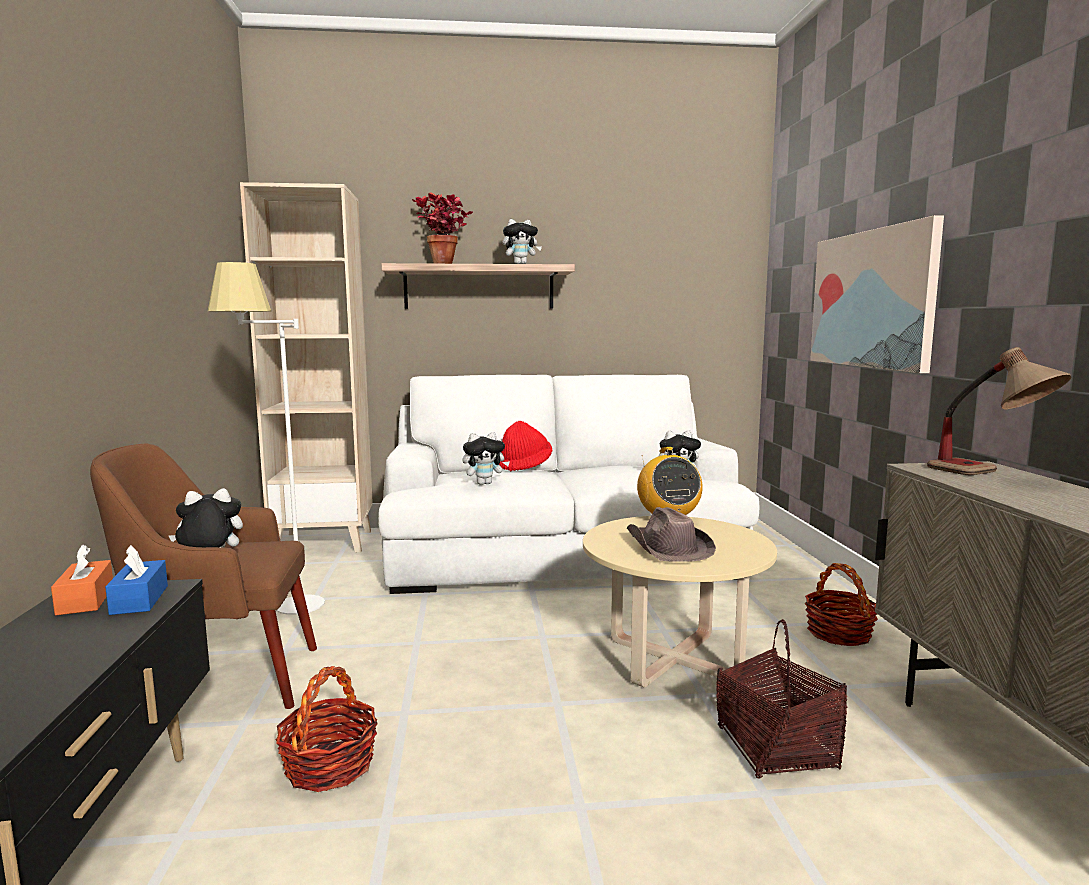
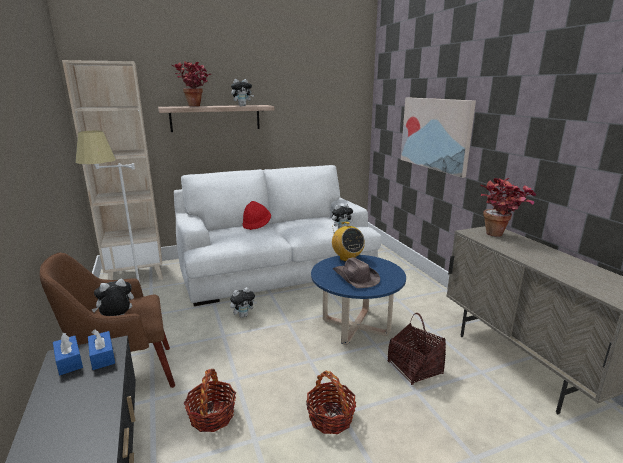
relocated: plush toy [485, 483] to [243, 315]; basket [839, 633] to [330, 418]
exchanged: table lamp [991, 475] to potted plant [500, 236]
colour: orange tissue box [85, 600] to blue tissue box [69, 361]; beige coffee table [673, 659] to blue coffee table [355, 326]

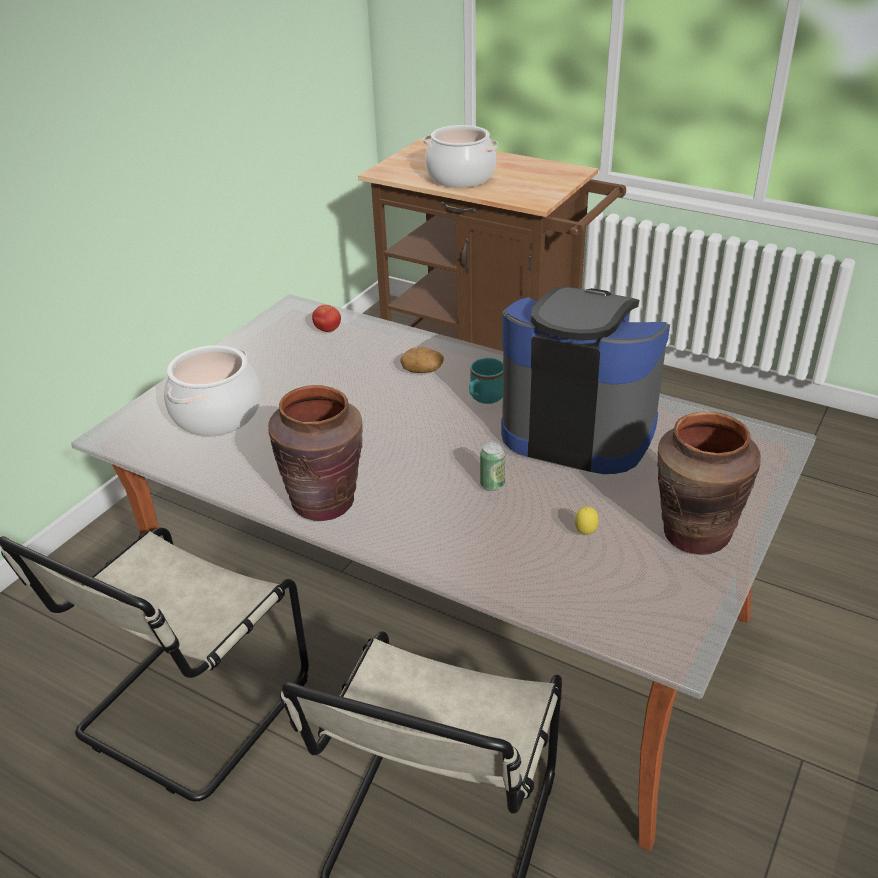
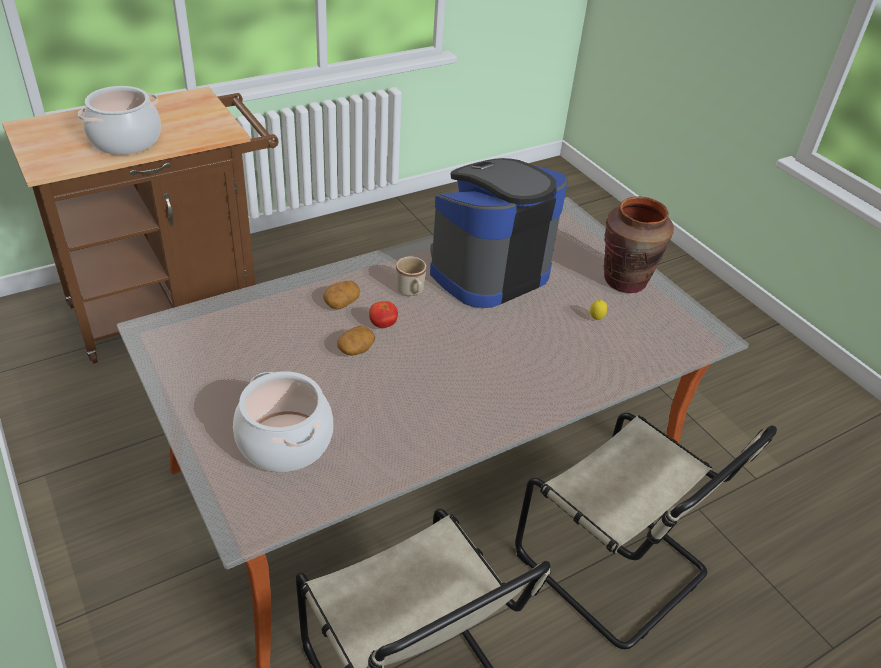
missing: brown vase [324, 502]; can [492, 484]
appeared: potato [356, 349]
relocated: tomato [327, 330] to [383, 324]
colour: turquoise mug [484, 398] to beige mug [411, 291]

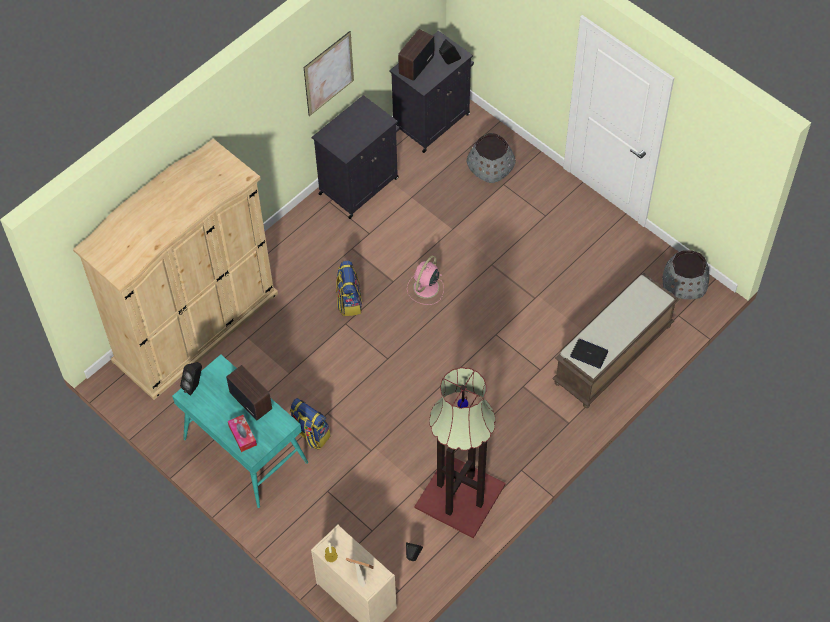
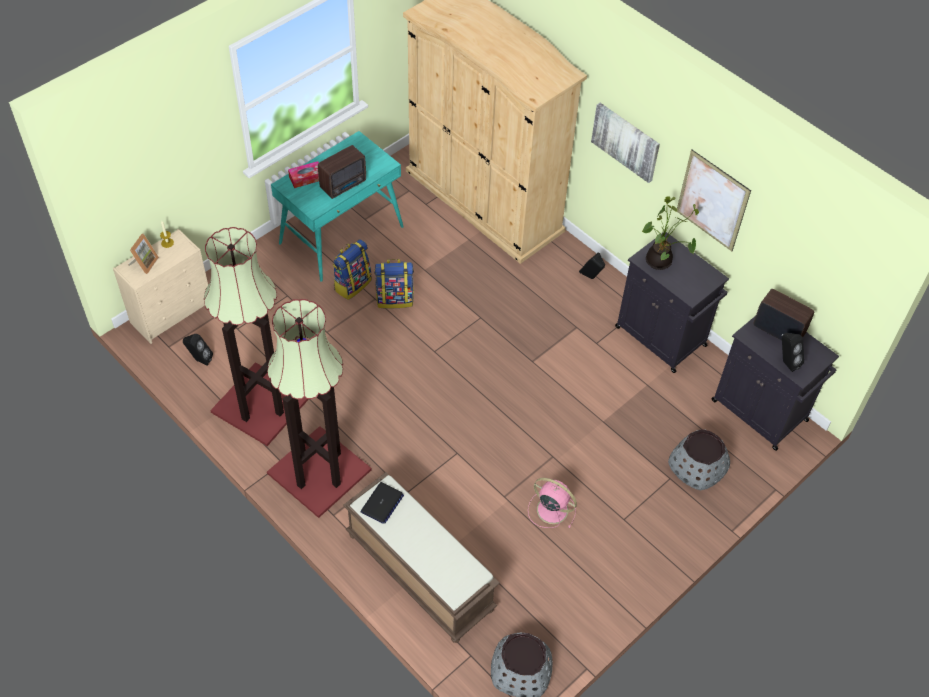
appeared: floor lamp [317, 472]; picture [626, 141]; potted plant [660, 262]
relocated: black speaker [194, 386] to [591, 277]; backpack [349, 301] to [395, 299]; pink fan [425, 288] to [551, 509]

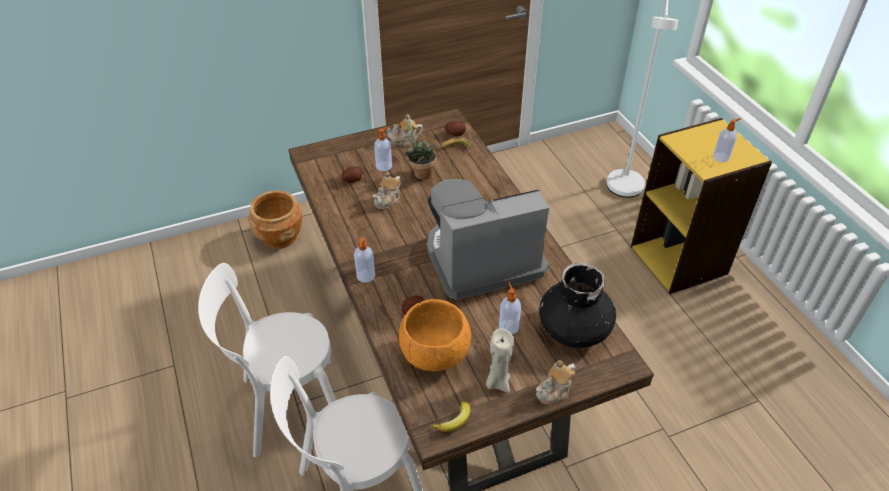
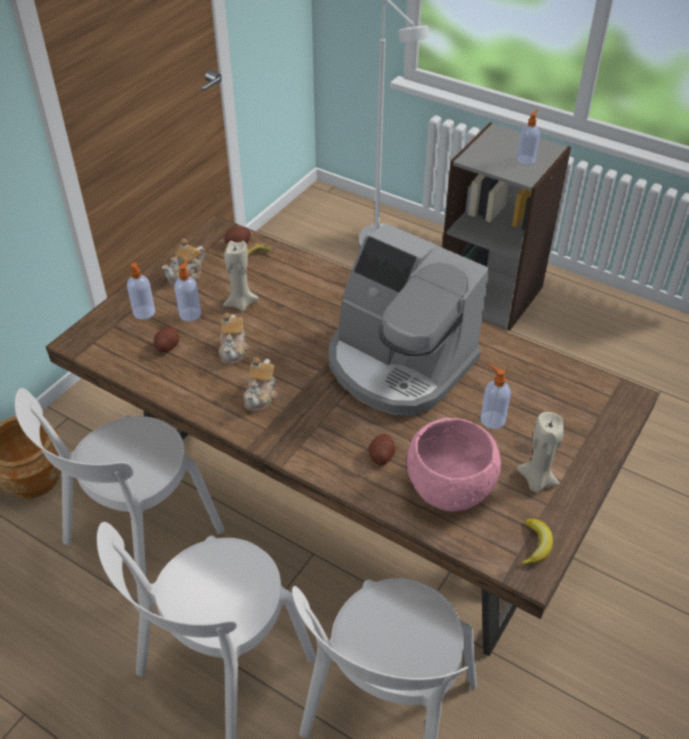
missing: black vase [574, 328]
appeared: white chair [138, 541]
relocated: soap dispenser [365, 276] to [144, 313]; teapot [554, 391] to [261, 396]
exchanged: potted plant [420, 173] to beige candle [240, 303]
colour: orange bowl [434, 354] to pink bowl [448, 489]; yellow bookcase [679, 260] to grey bookcase [491, 293]
spun: coffee machine [481, 259] = [398, 364] 90 degrees counterclockwise

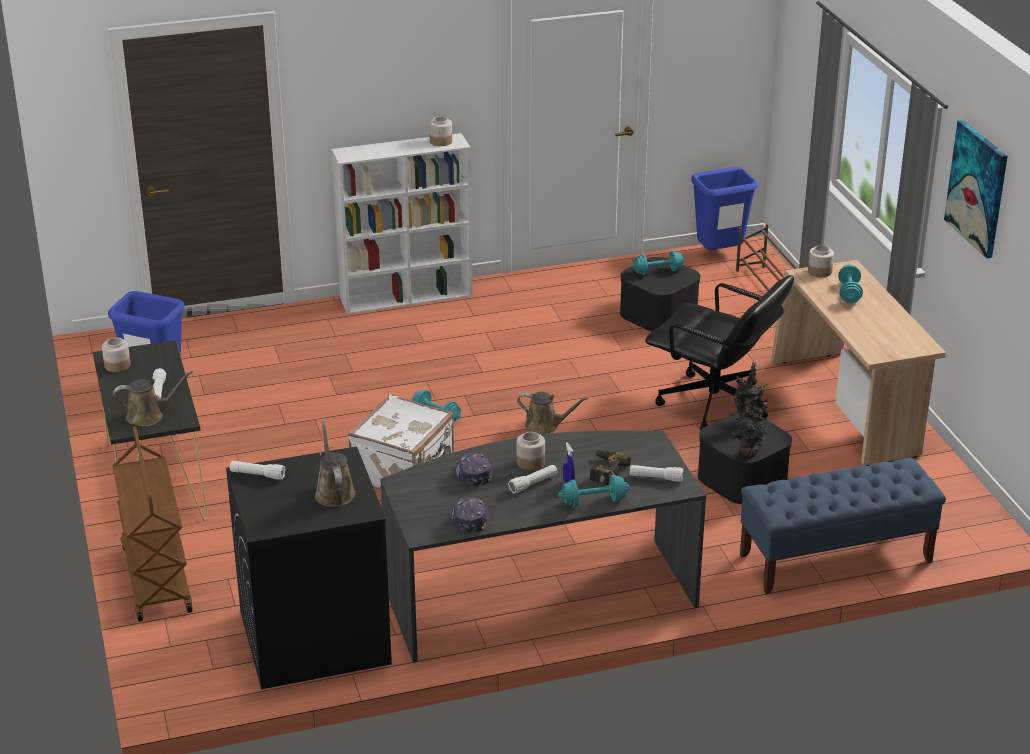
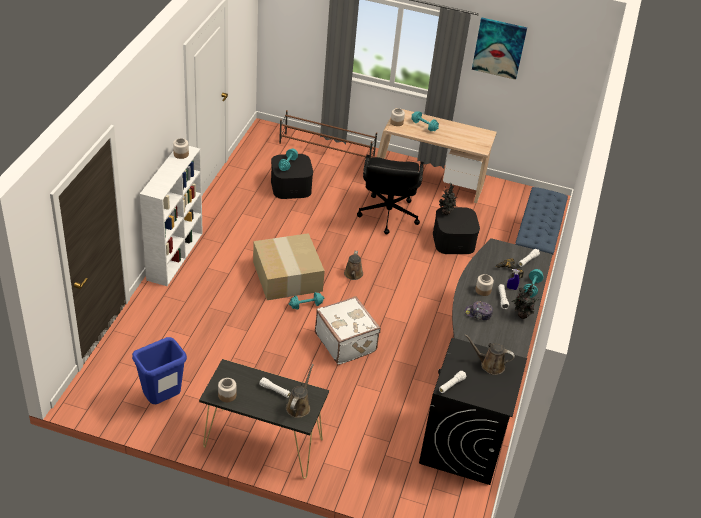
missing: brown cart [155, 578]; cap [469, 520]; blue trash can [718, 255]
appeared: cardboard box [286, 276]
relocated: potted plant [747, 453] to [521, 316]
spun: brown watering can [545, 426] = [353, 275] 135 degrees clockwise; black office chair [714, 404] = [387, 215] 120 degrees clockwise

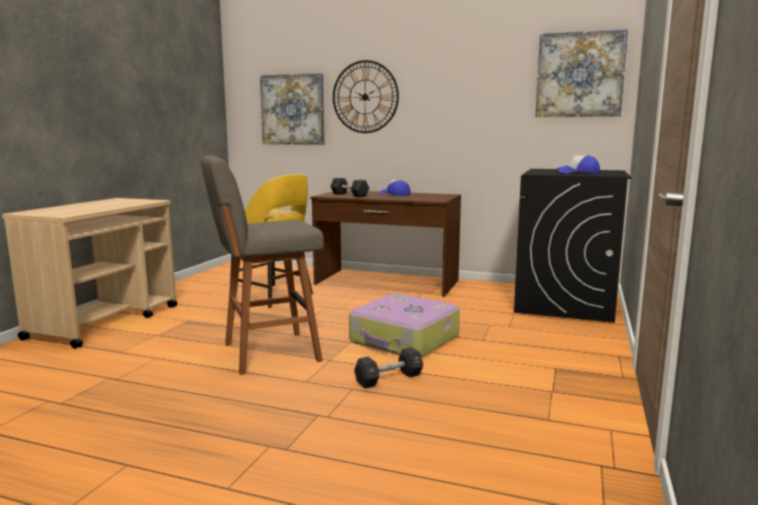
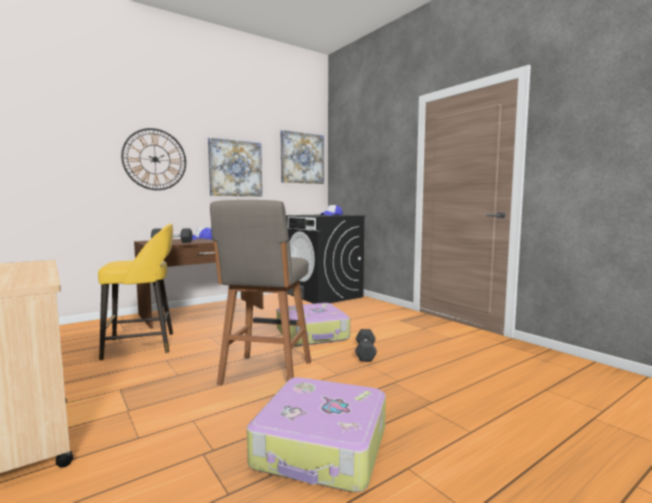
appeared: suitcase [322, 448]
relocated: picture [293, 109] to [235, 168]

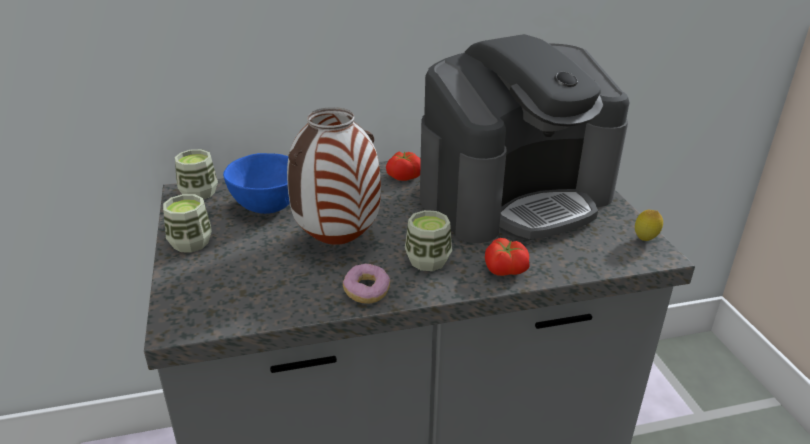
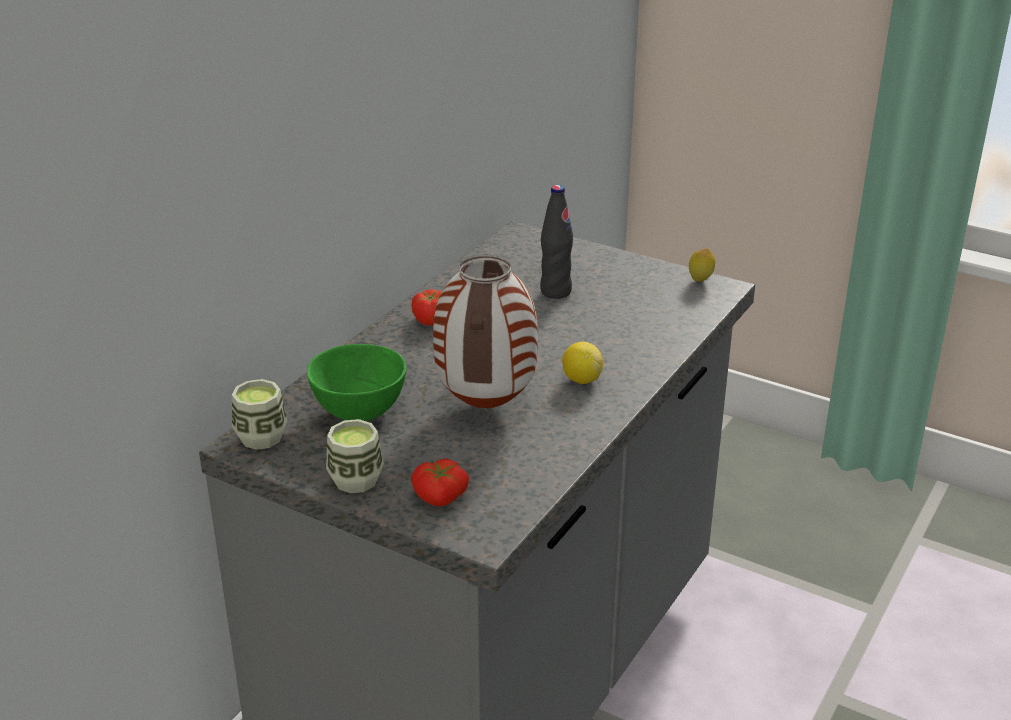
missing: donut [366, 292]
relocated: tomato [504, 270] to [440, 498]
exchanged: cup [428, 260] to lemon [581, 379]; coffee machine [515, 196] to black bottle [555, 291]
colour: blue bowl [266, 206] to green bowl [358, 411]

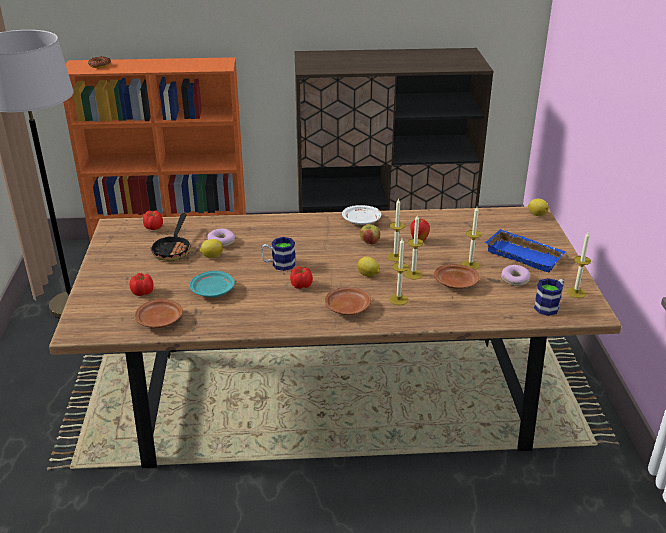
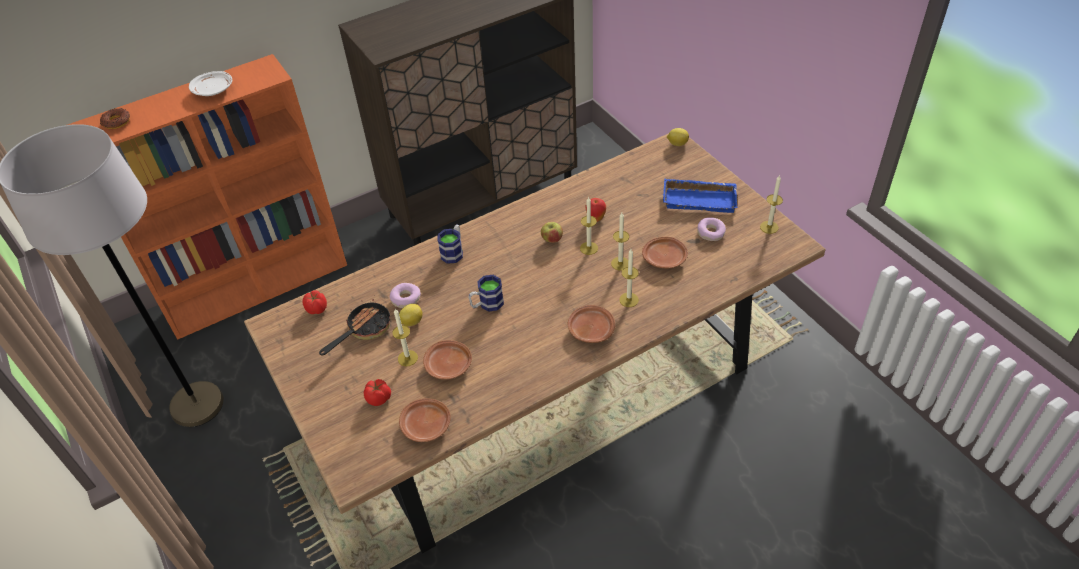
missing: tomato [301, 285]; lemon [368, 275]
relocated: white plate [362, 221] to [214, 90]; candle [470, 265] to [407, 358]; mug [549, 306] to [454, 251]
colour: turquoise plate [213, 291] to brown plate [449, 366]
spun: frying pan [173, 249] = [364, 330] 120 degrees counterclockwise

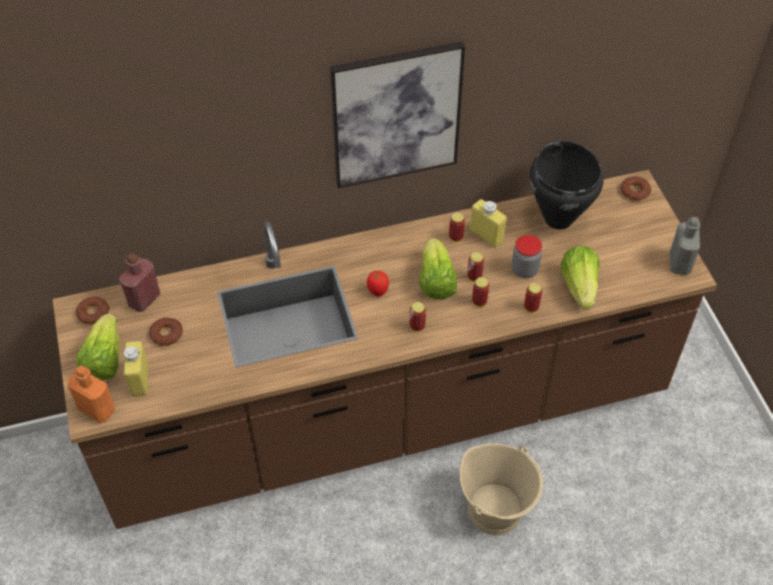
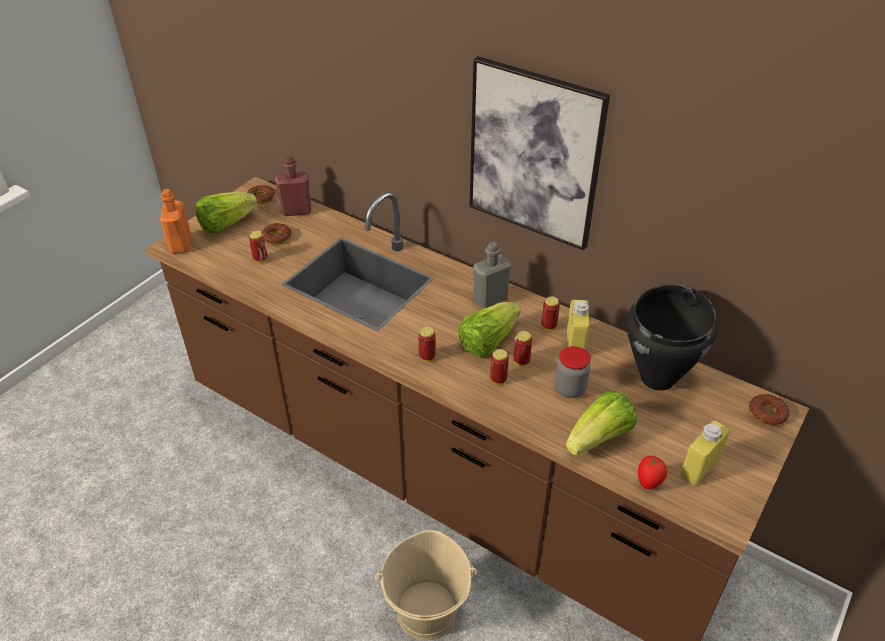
relocated: yellow bottle [140, 380] to [699, 468]; tomato [378, 291] to [649, 482]; can [531, 307] to [260, 259]; grey bottle [679, 263] to [490, 299]

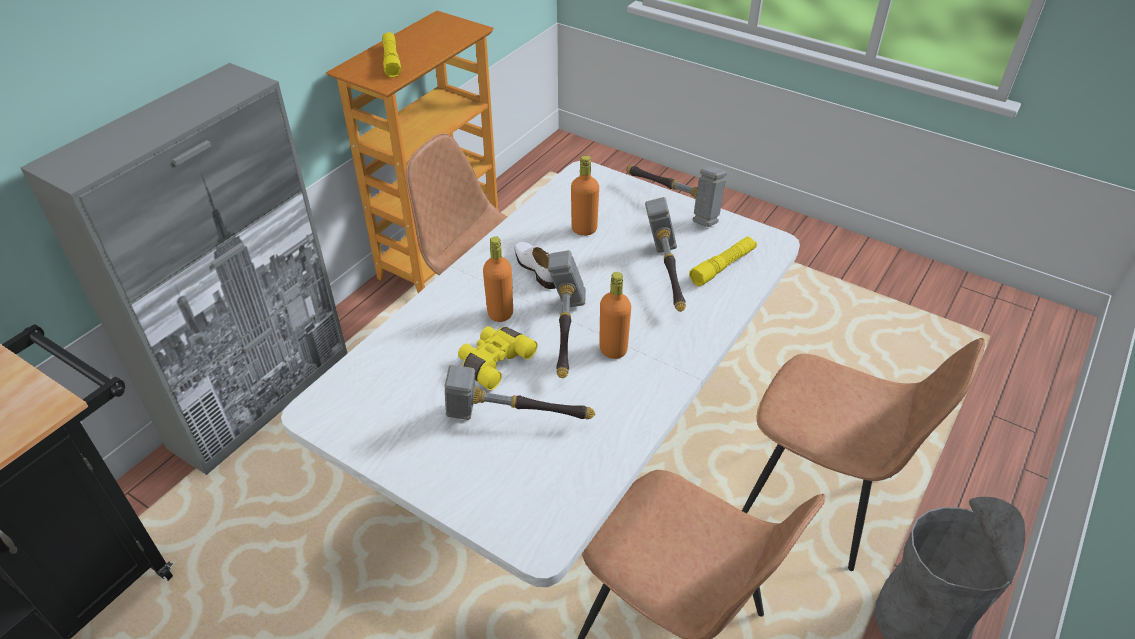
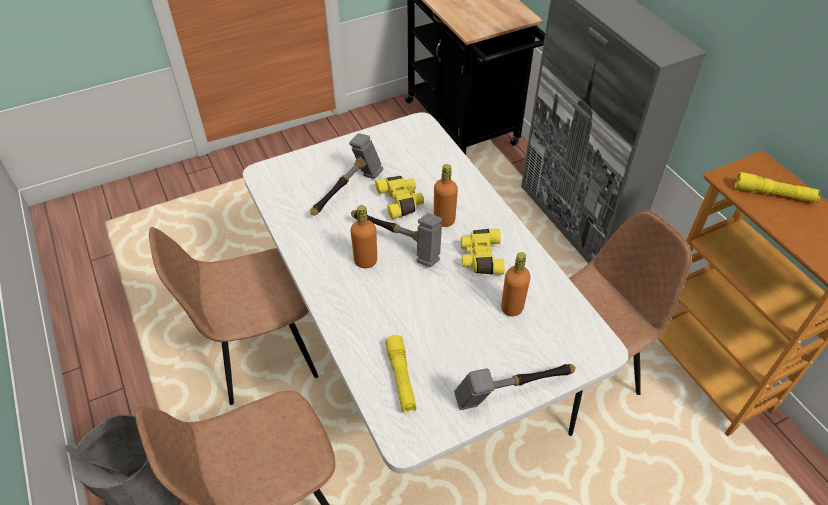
missing: hammer [667, 276]
exchanged: white shoe [536, 268] to yellow binoculars [480, 257]

